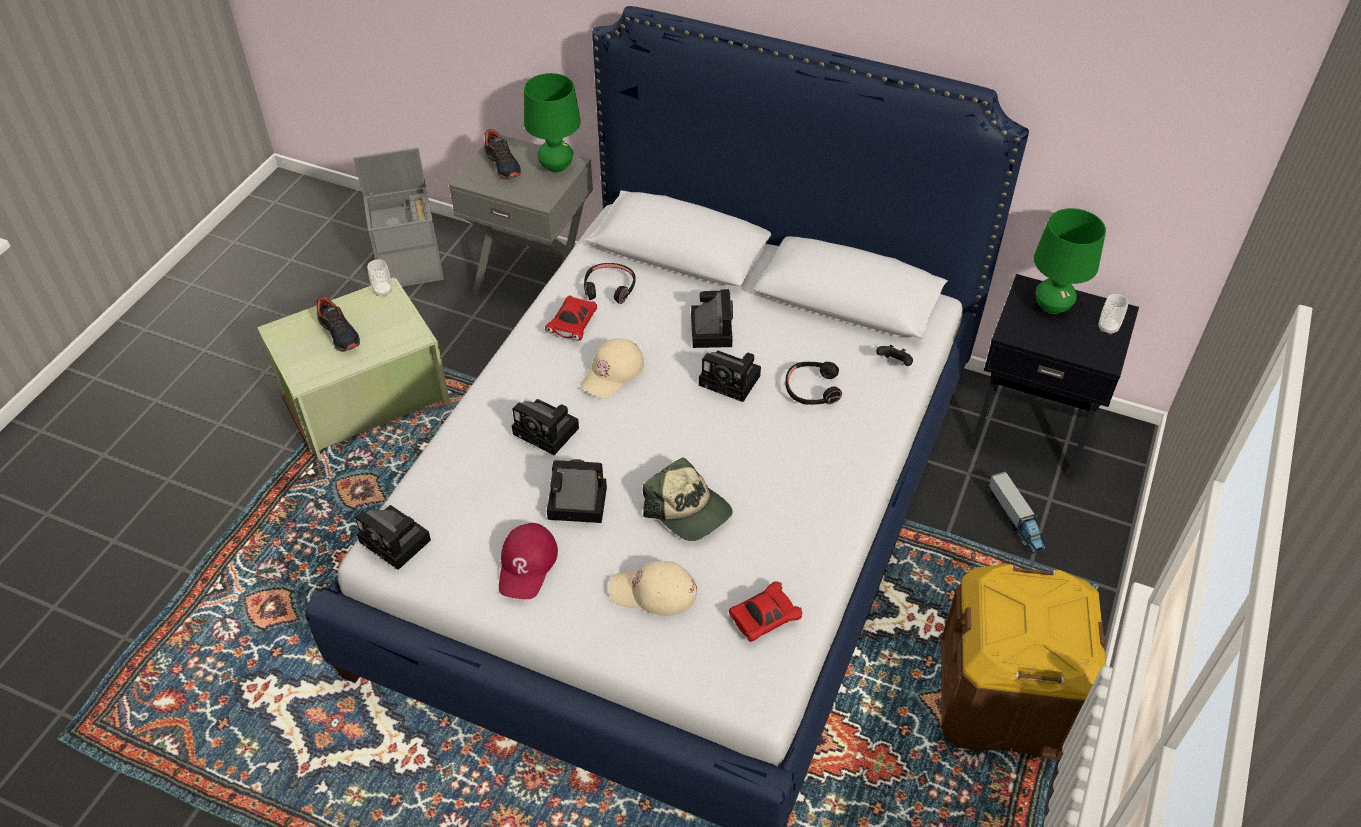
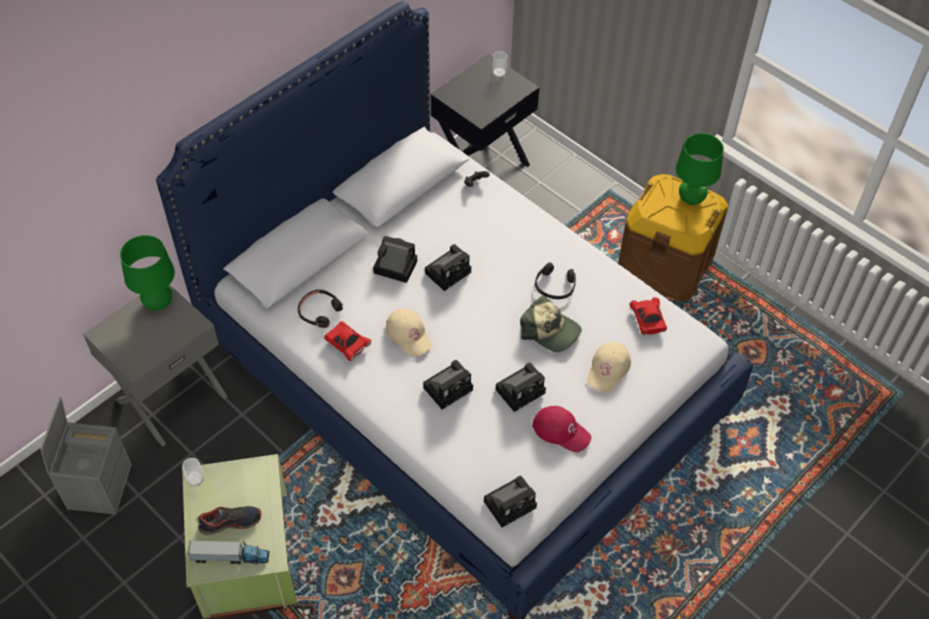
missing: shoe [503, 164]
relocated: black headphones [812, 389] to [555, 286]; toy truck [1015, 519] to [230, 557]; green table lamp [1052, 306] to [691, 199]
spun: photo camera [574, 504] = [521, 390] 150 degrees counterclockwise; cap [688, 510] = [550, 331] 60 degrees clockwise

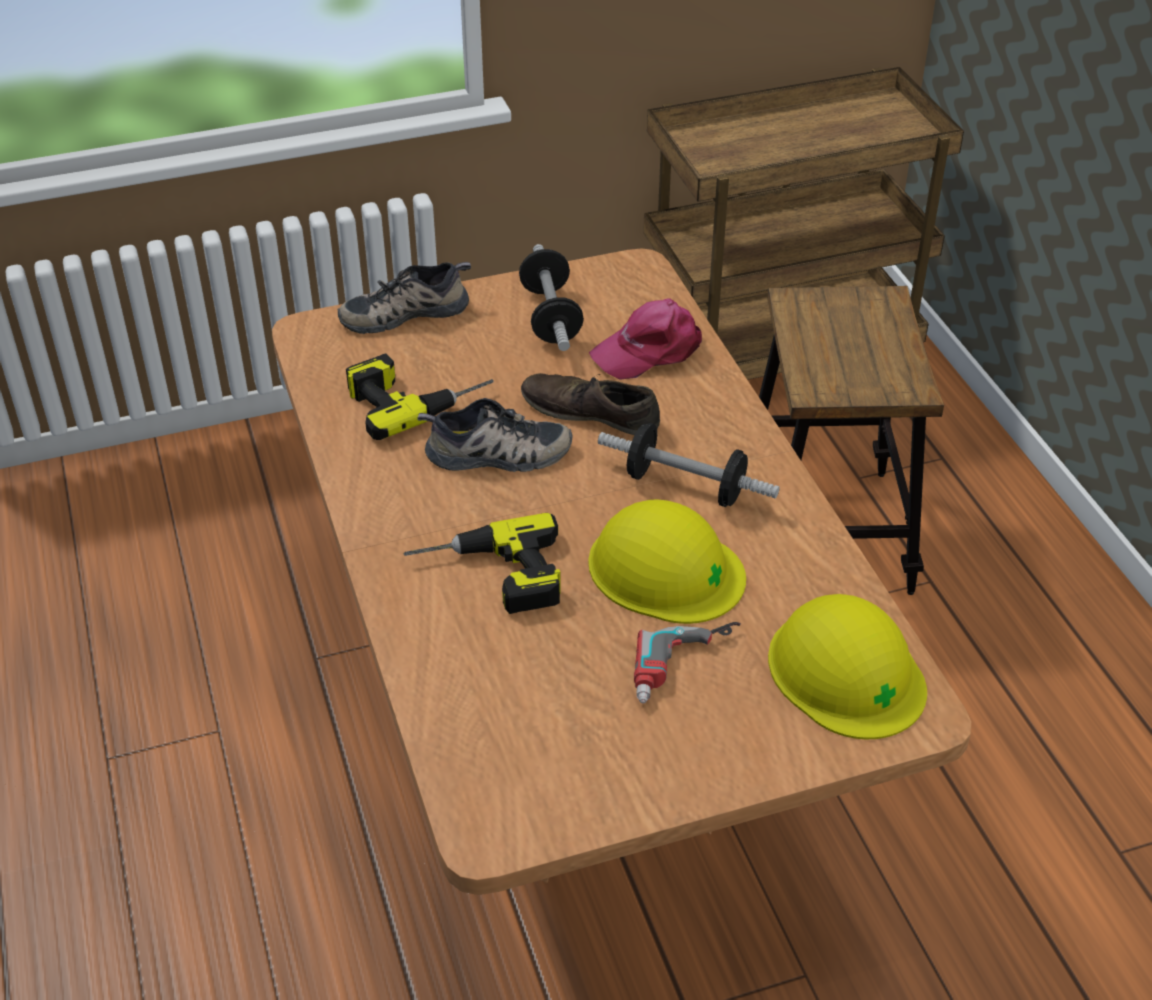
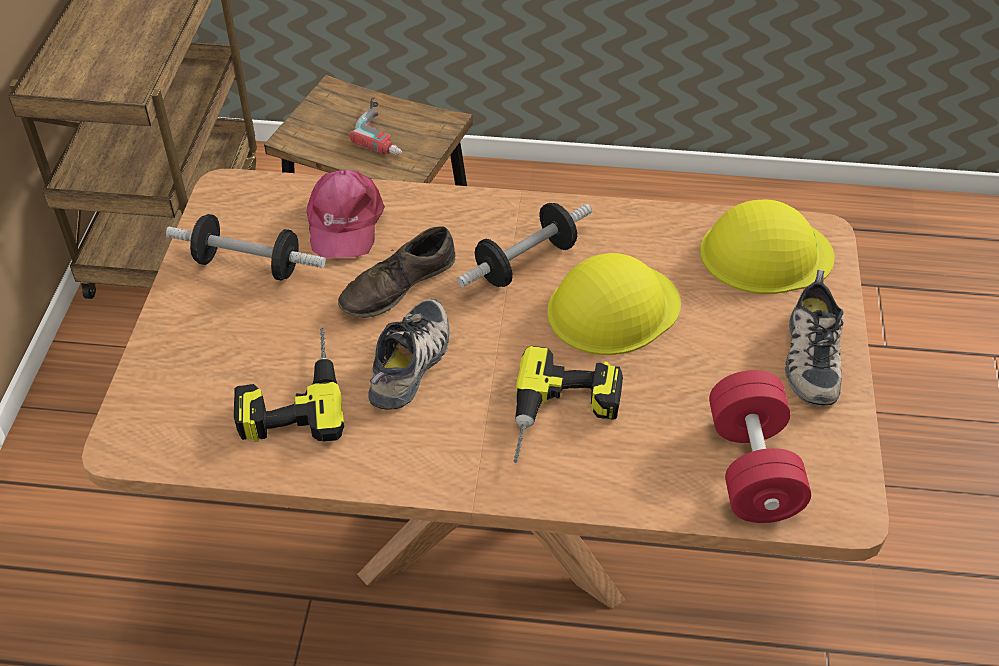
appeared: red dumbbell [752, 468]
relocated: shoe [405, 311] to [809, 355]; power drill [687, 668] to [386, 131]

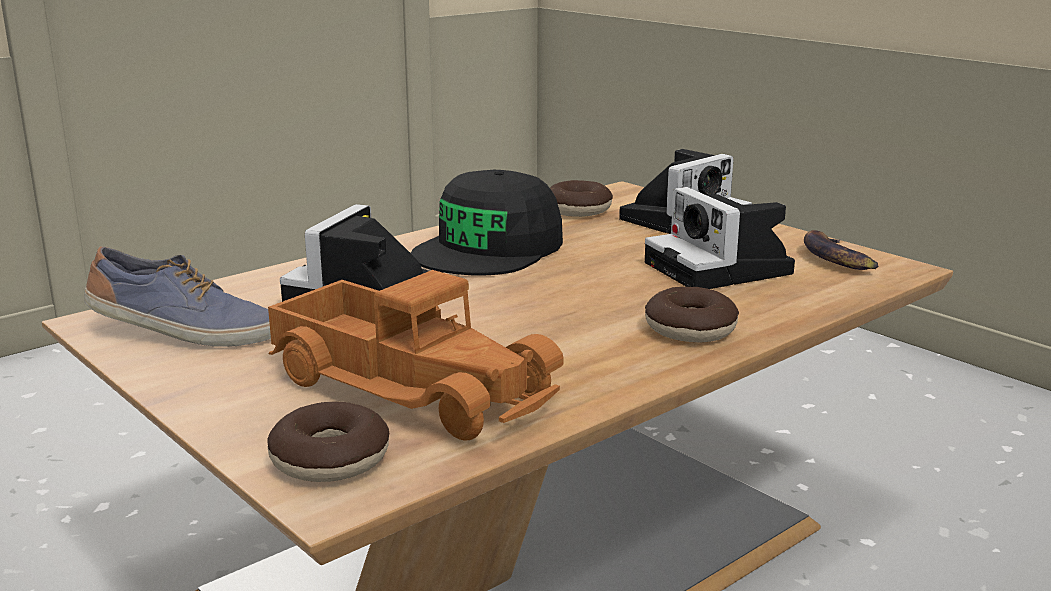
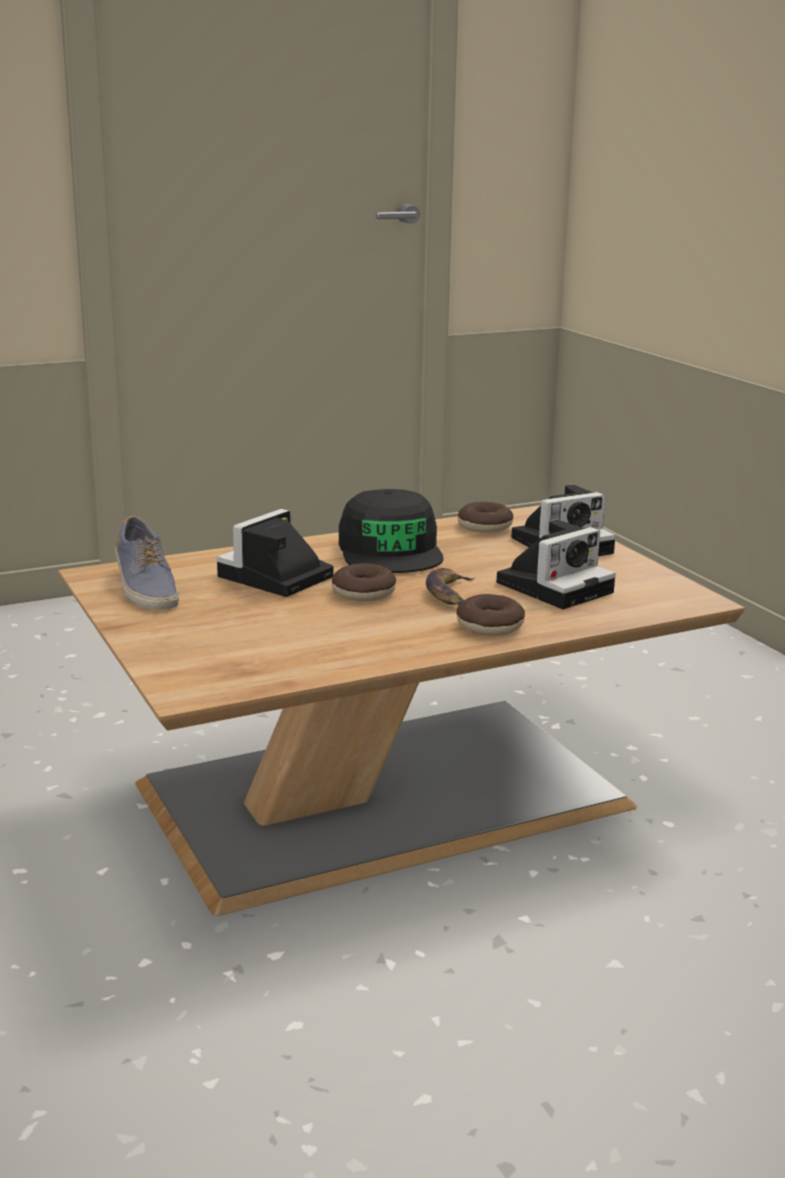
missing: toy truck [413, 385]
relocated: donut [330, 460] to [363, 593]; banana [837, 259] to [450, 593]
spun: shoe [185, 334] = [144, 588] 45 degrees clockwise; black cap [489, 249] = [391, 551] 60 degrees counterclockwise; photo camera [723, 270] = [556, 586] 120 degrees counterclockwise

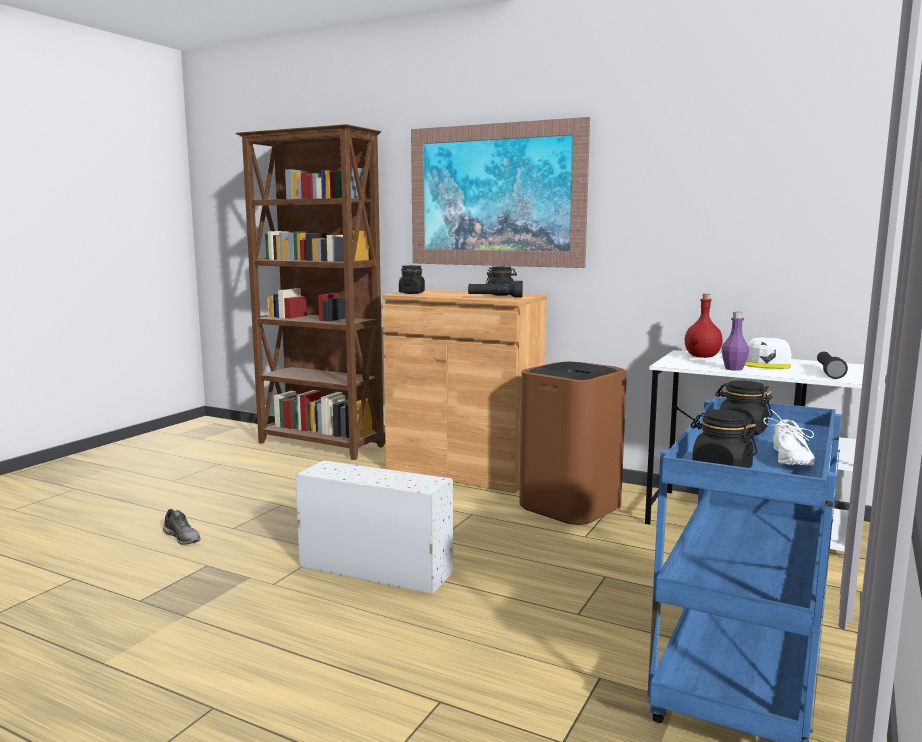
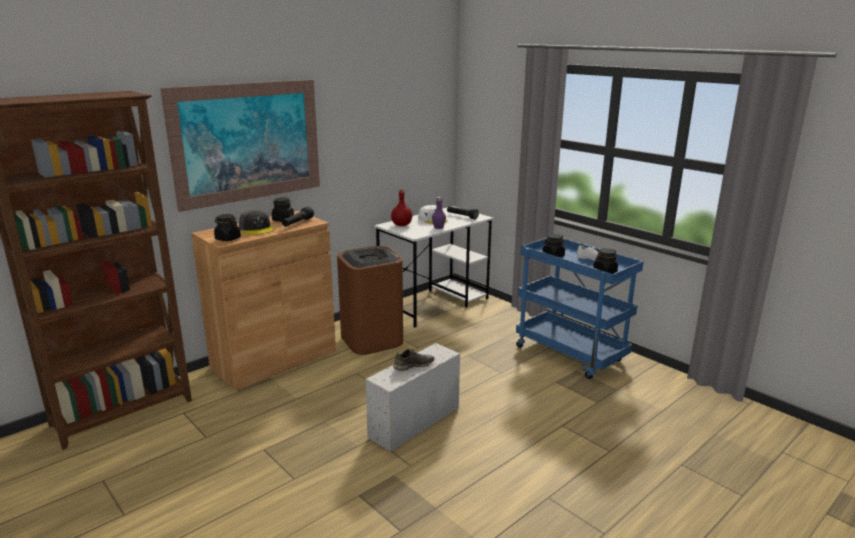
appeared: grey cap [256, 228]
relocated: grey shoe [183, 537] to [413, 365]

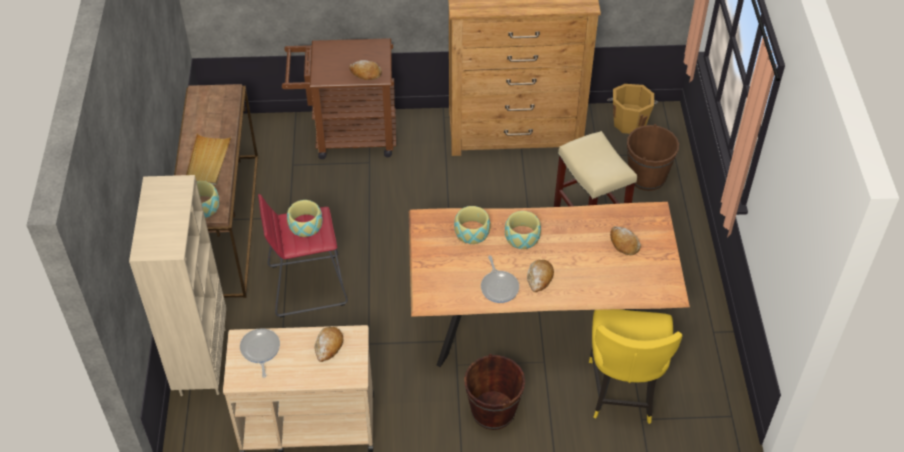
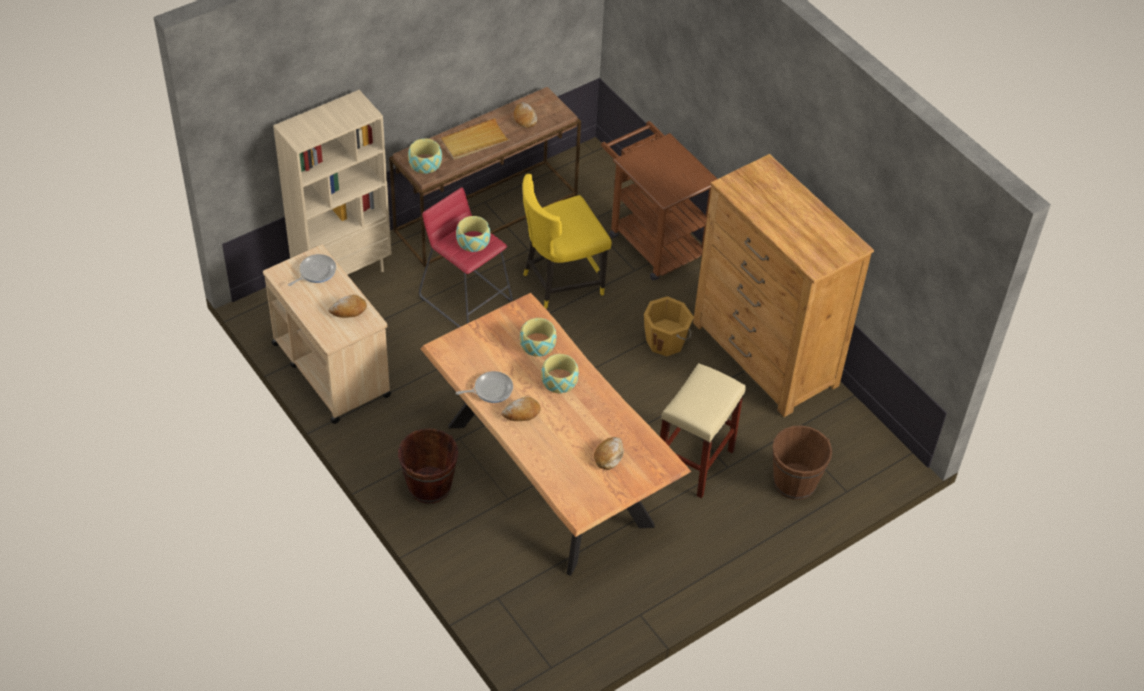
relocated: bread [365, 73] to [524, 118]; yellow chair [622, 393] to [560, 282]; orange bucket [629, 122] to [666, 341]
spun: frying pan [499, 287] = [491, 389] 150 degrees counterclockwise

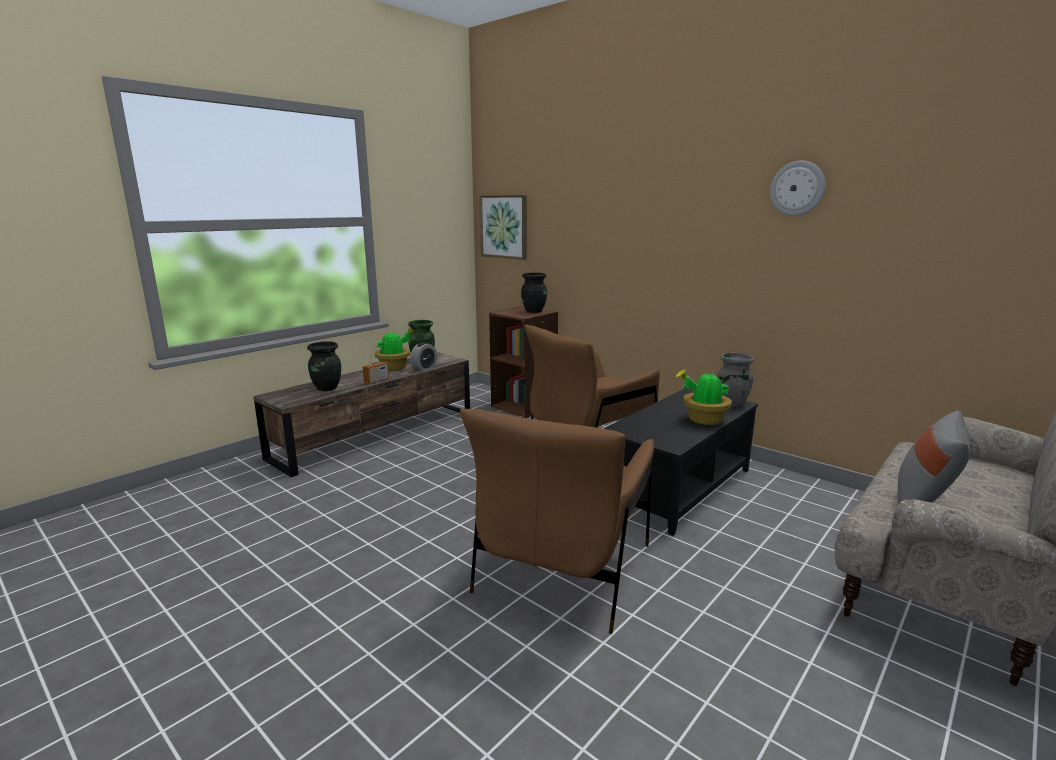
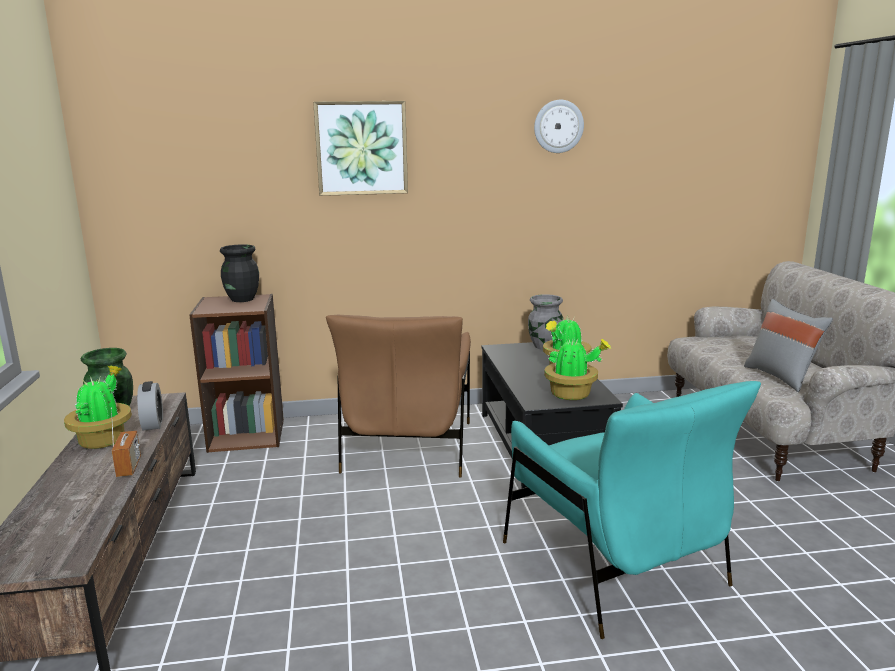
missing: black vase [327, 388]
appeared: potted plant [572, 395]
relocated: picture [504, 226] to [361, 148]
colour: brown armchair [563, 569] to turquoise armchair [613, 565]

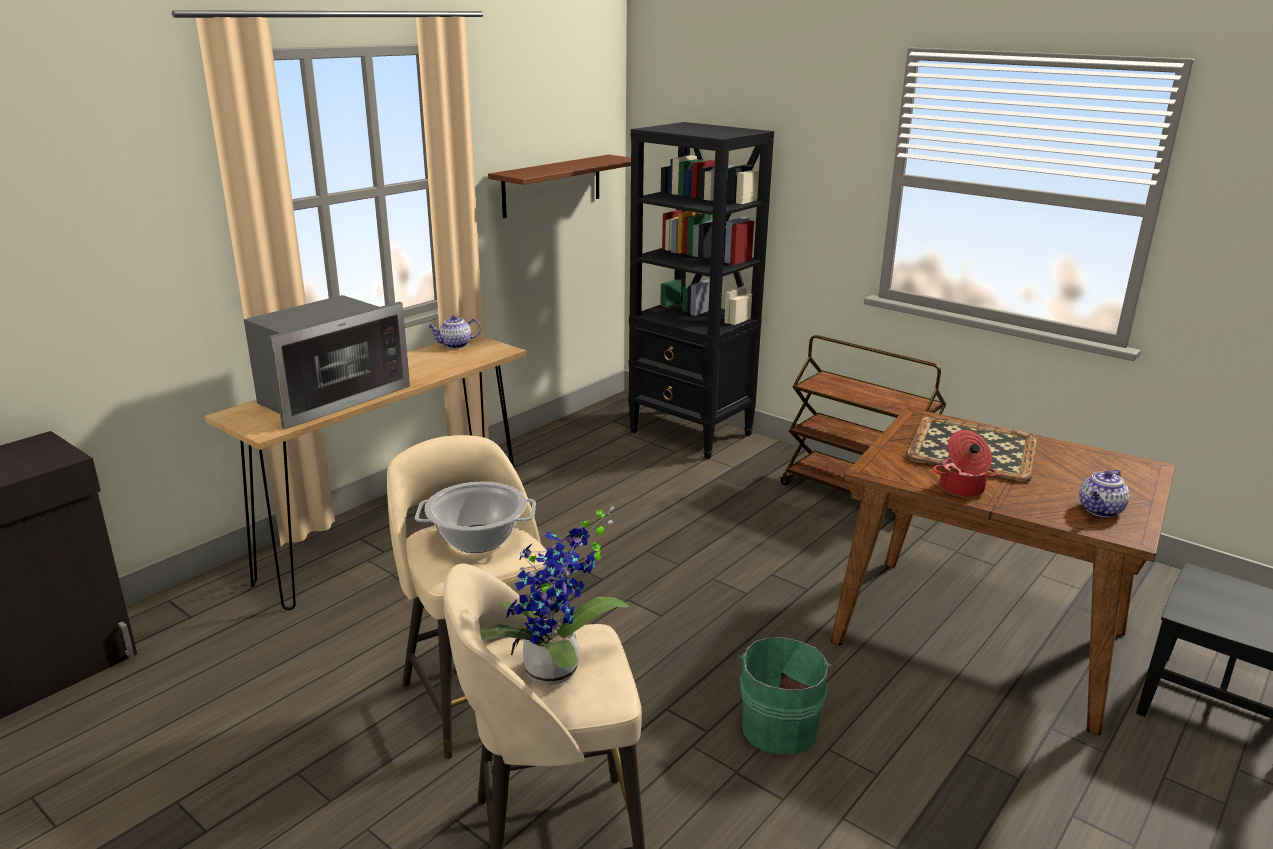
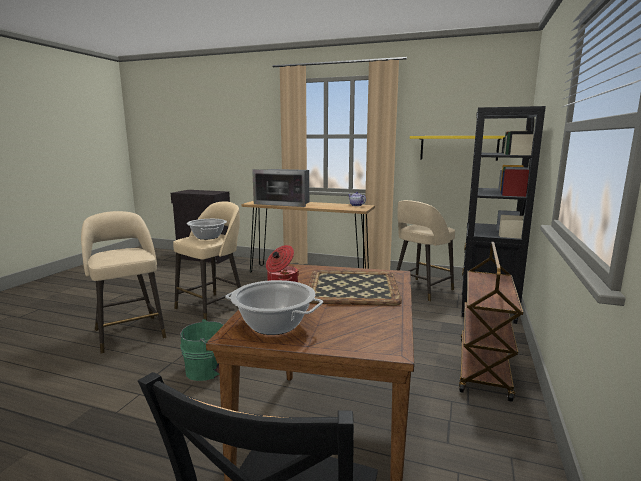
missing: potted plant [556, 674]
appeared: beige stool [421, 290]
exchanged: teapot [1100, 511] to cooking pot [273, 325]
colour: brown shelf [552, 185] to yellow shelf [458, 148]

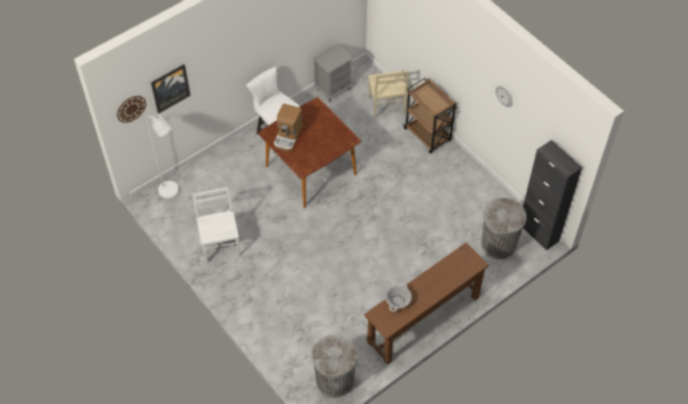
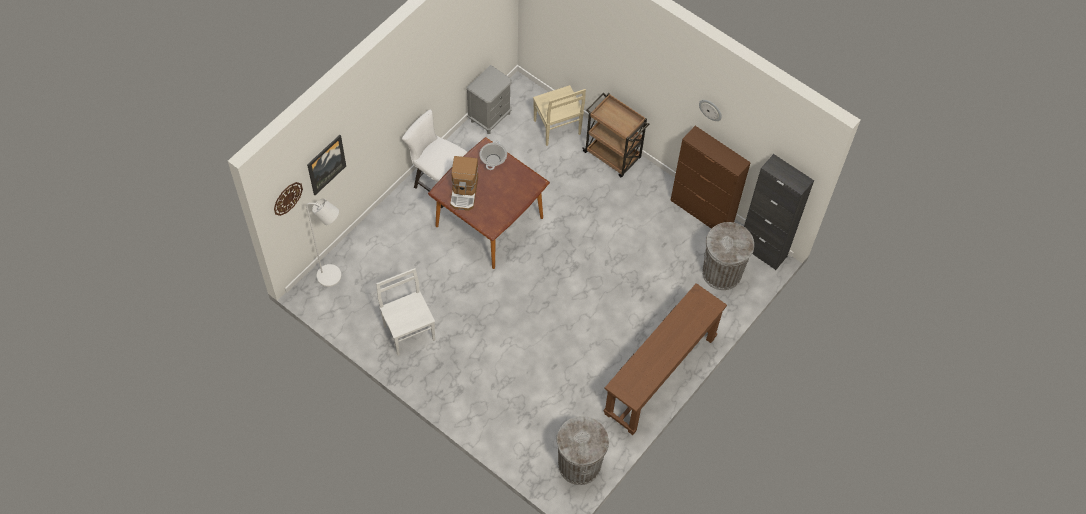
appeared: brown cabinet [702, 211]
relocated: cooking pot [397, 301] to [493, 160]

